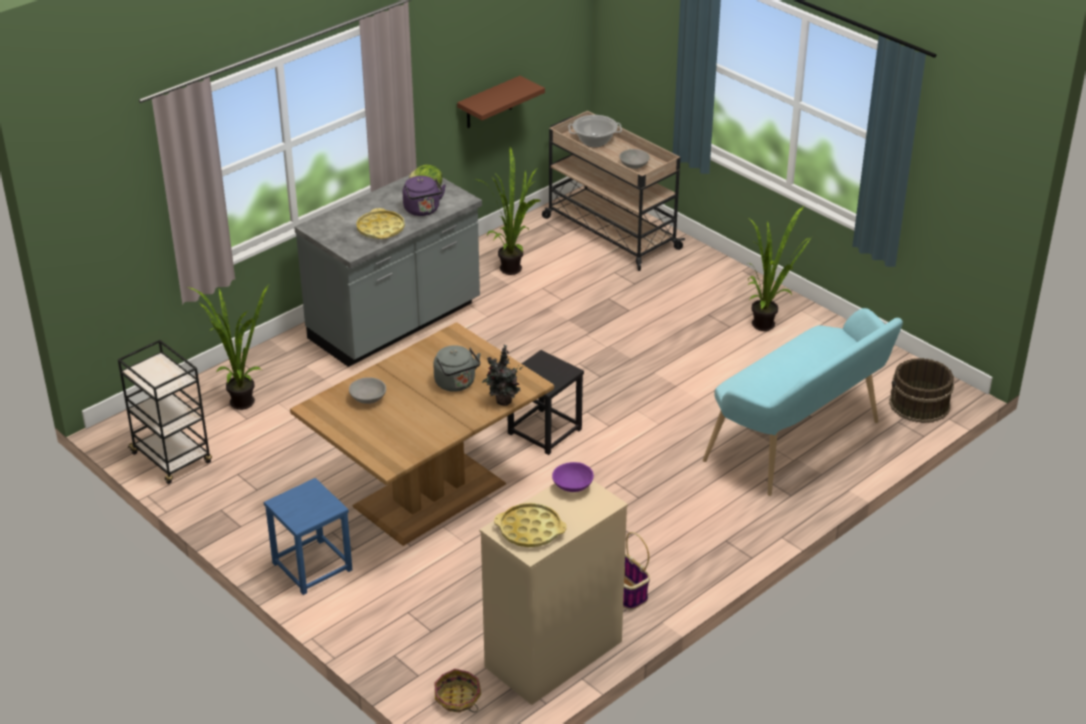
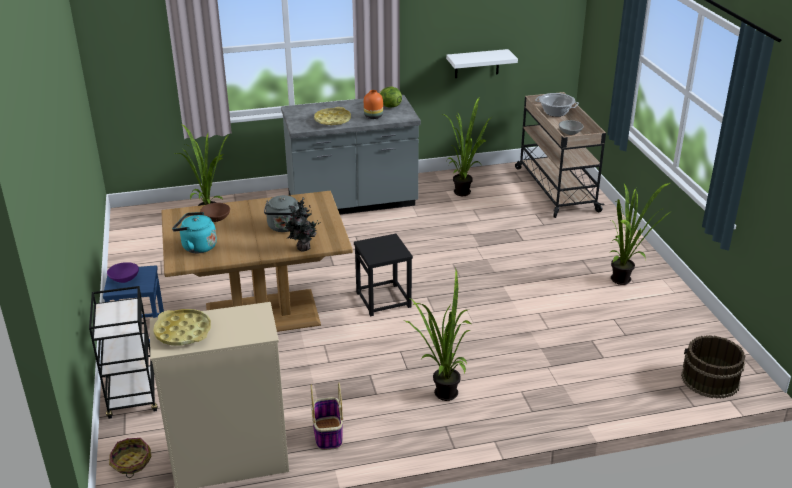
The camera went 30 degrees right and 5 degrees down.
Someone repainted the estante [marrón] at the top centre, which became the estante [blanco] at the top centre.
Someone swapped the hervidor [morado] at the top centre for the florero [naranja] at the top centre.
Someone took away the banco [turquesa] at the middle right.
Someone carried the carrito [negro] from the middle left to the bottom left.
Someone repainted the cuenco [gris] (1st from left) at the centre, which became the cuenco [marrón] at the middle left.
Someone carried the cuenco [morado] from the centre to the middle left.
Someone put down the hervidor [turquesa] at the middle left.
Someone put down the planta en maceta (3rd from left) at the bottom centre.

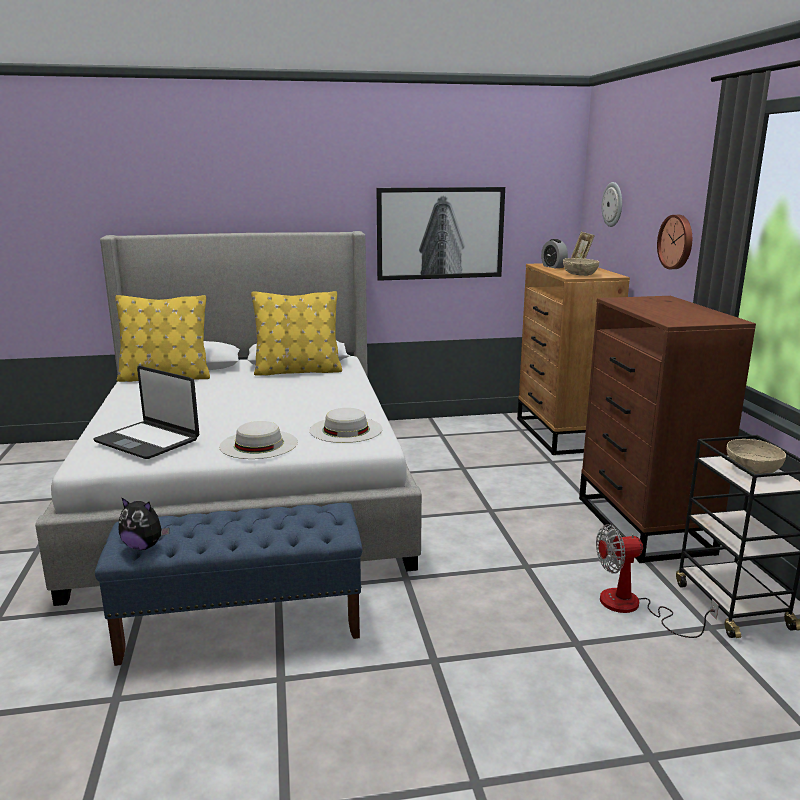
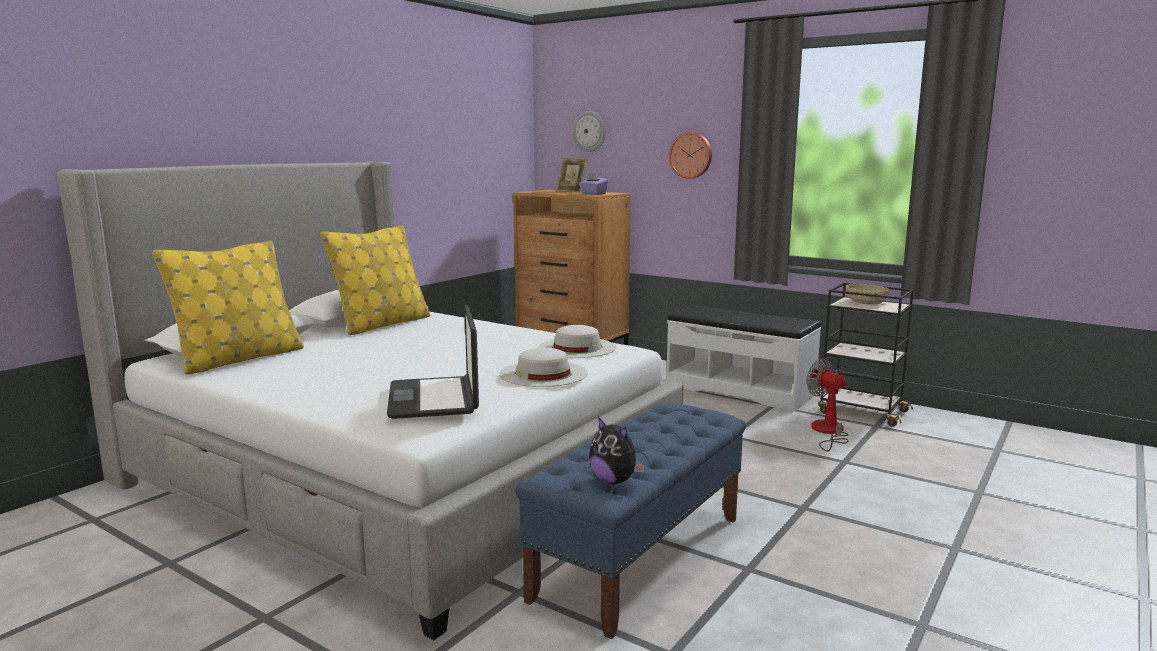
The camera went 45 degrees left and 5 degrees down.
Someone took away the cuadro at the top centre.
Someone took away the despertador at the top right.
Someone swapped the cuenco [beis] (1st from left) at the middle right for the caja de pañuelos [morado] at the top centre.
Someone swapped the cómoda [marrón] (2nd from left) at the middle right for the banco [blanco] at the centre.
Someone rotated the portátil at the middle left by 90 degrees clockwise.
Someone rotated the peluche at the middle left by 75 degrees clockwise.
Someone rotated the ventilador at the bottom right by 105 degrees clockwise.

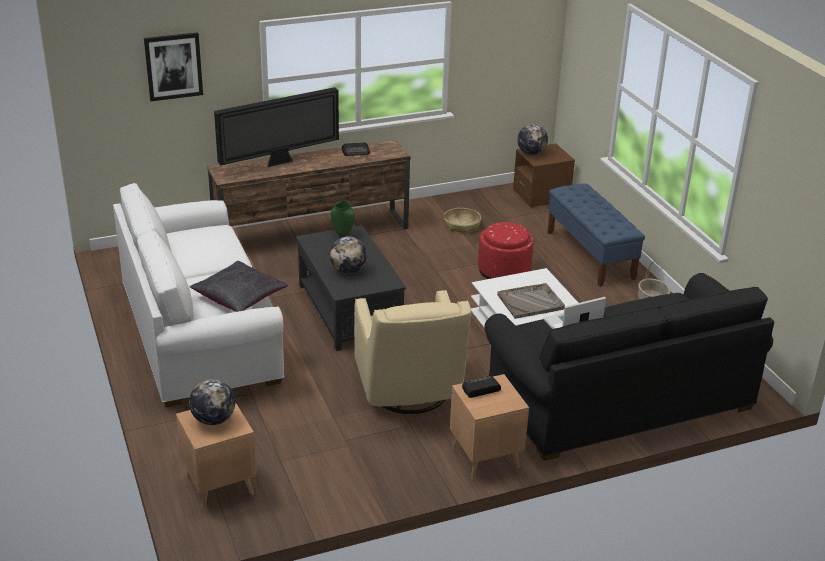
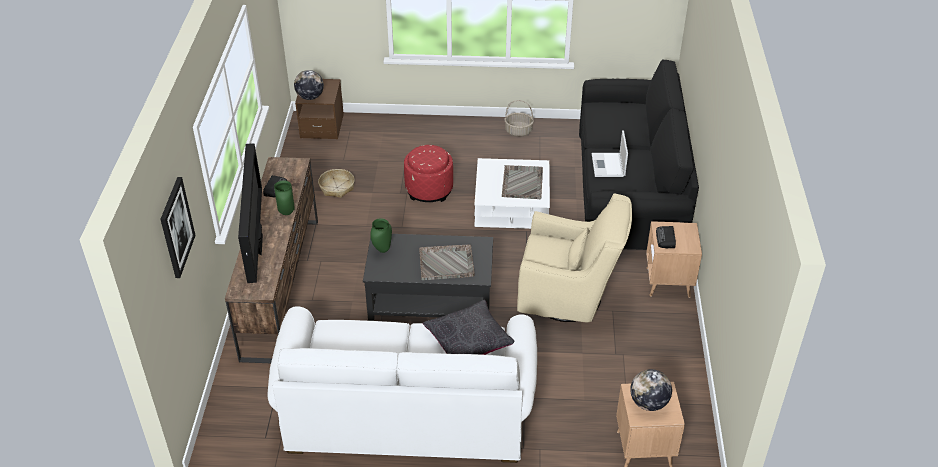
The camera went 65 degrees left and 10 degrees up.
Someone took away the banco [azul] at the middle right.
Someone swapped the globo terráqueo (2nd from left) at the centre for the bandeja [gris] (1st from left) at the centre.
Someone put down the florero [verde] (1st from left) at the middle left.

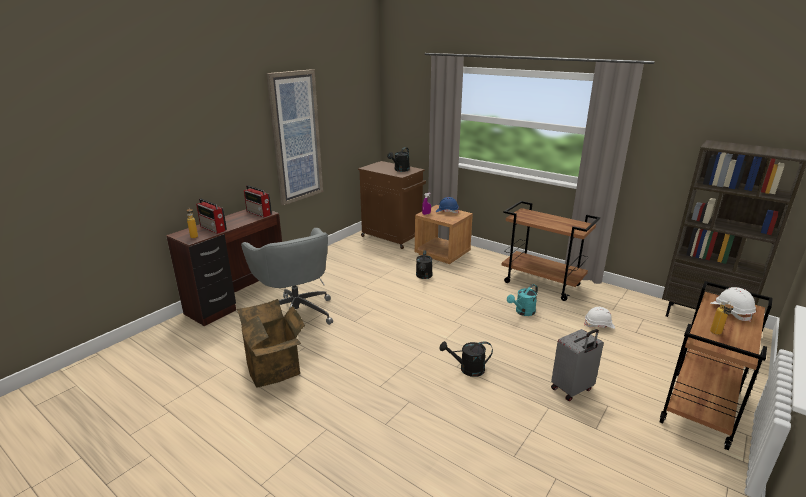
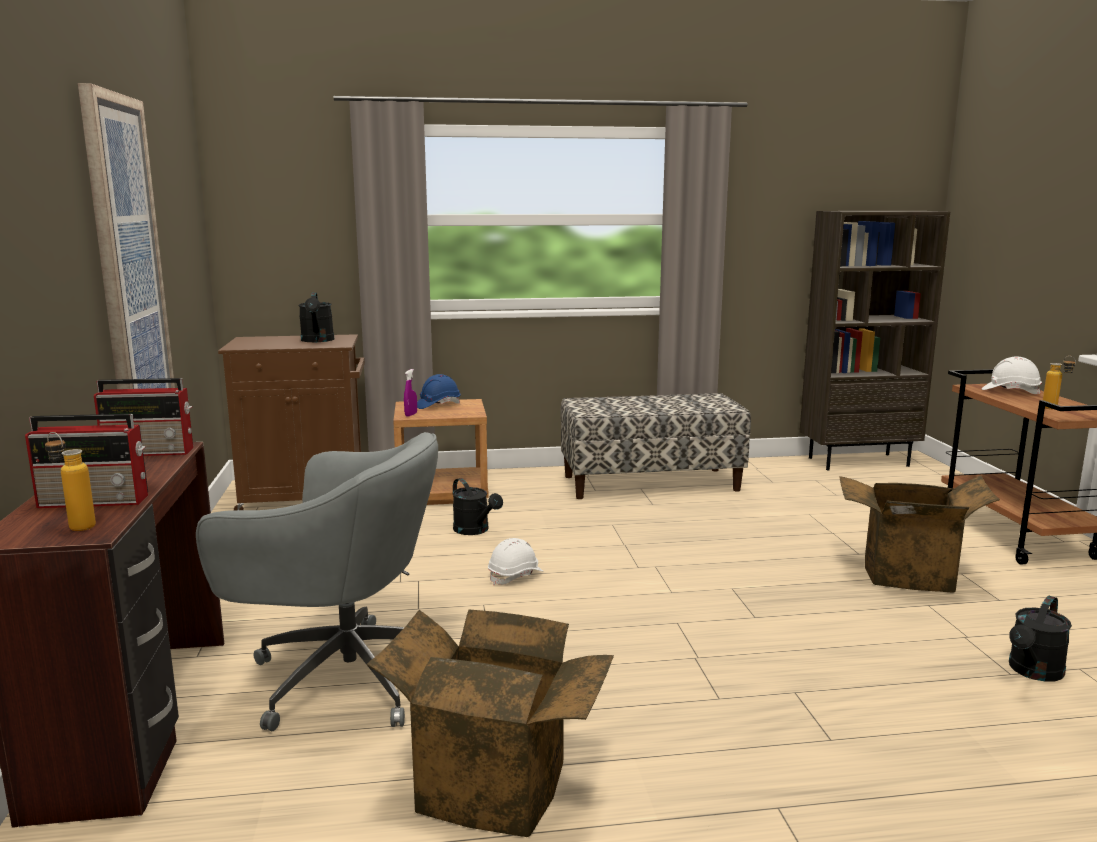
The camera went 45 degrees left and 10 degrees down.
Someone swapped the carrito [marrón] (1st from left) at the middle right for the banco at the centre.
Someone took away the regadera [turquesa] at the centre.
Someone carried the casco [blanco] (1st from left) from the middle right to the bottom centre.
Someone swapped the maleta [gris] at the bottom right for the caja de cartón (2nd from left) at the middle right.
Someone carried the regadera [negro] (3rd from left) from the bottom centre to the bottom right.

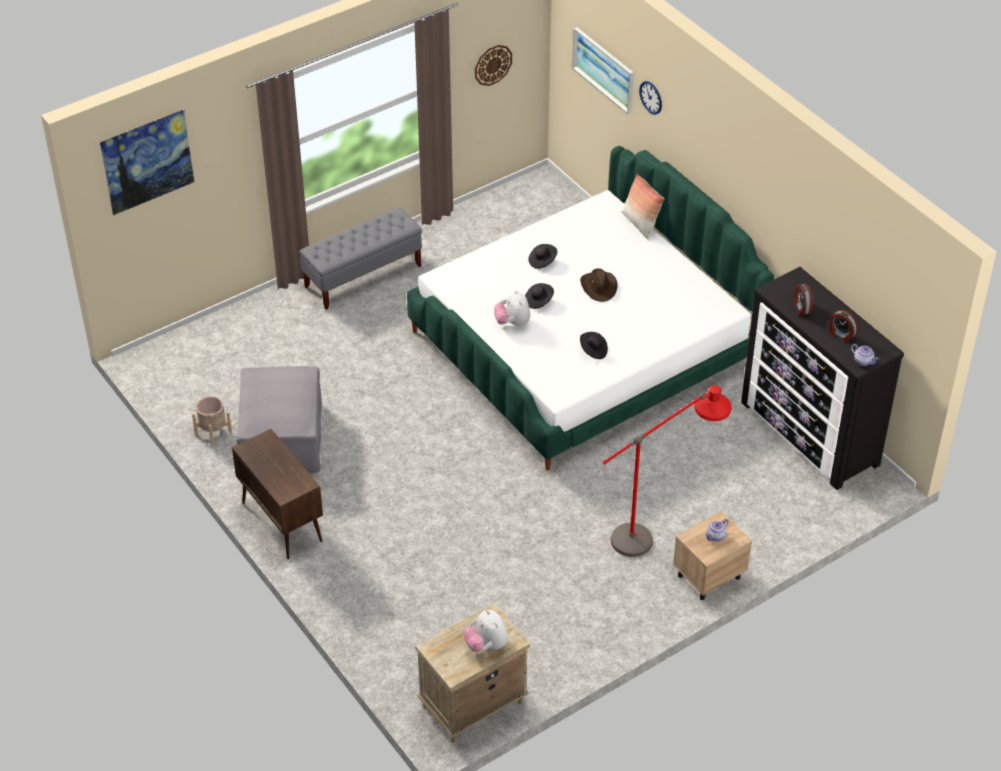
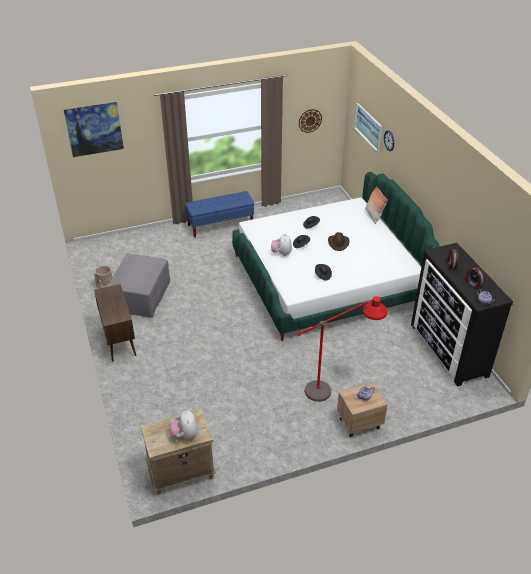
The camera went 15 degrees right and 5 degrees down.
Someone repainted the banco [gris] at the centre, which became the banco [azul] at the centre.

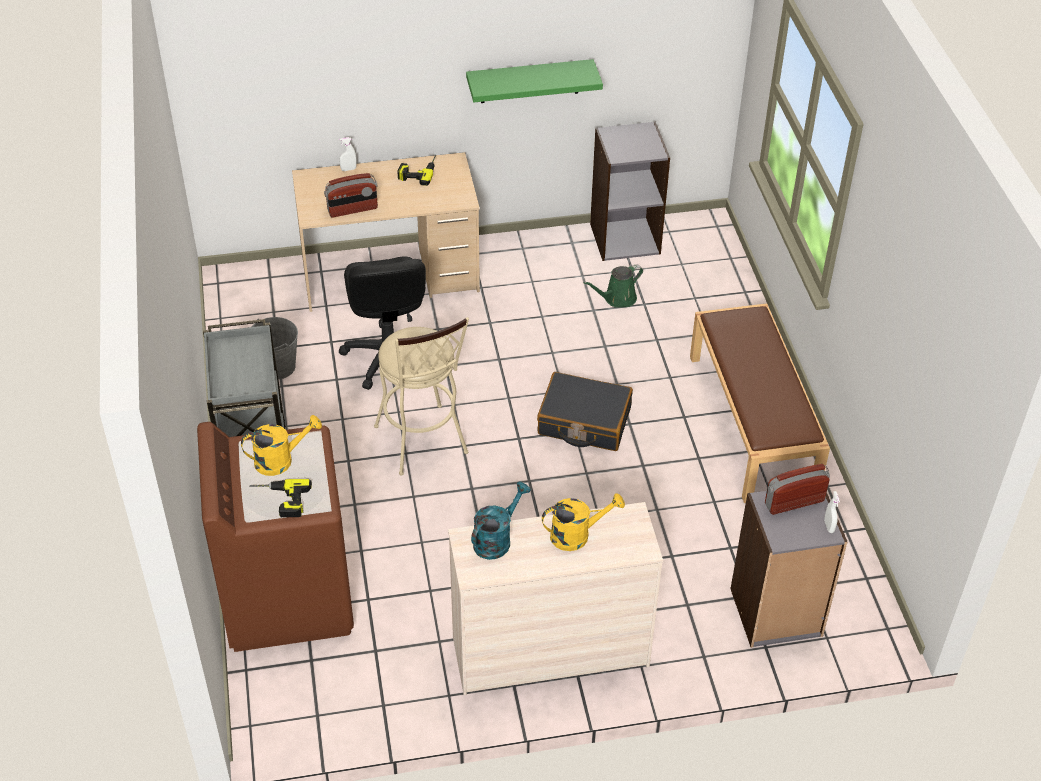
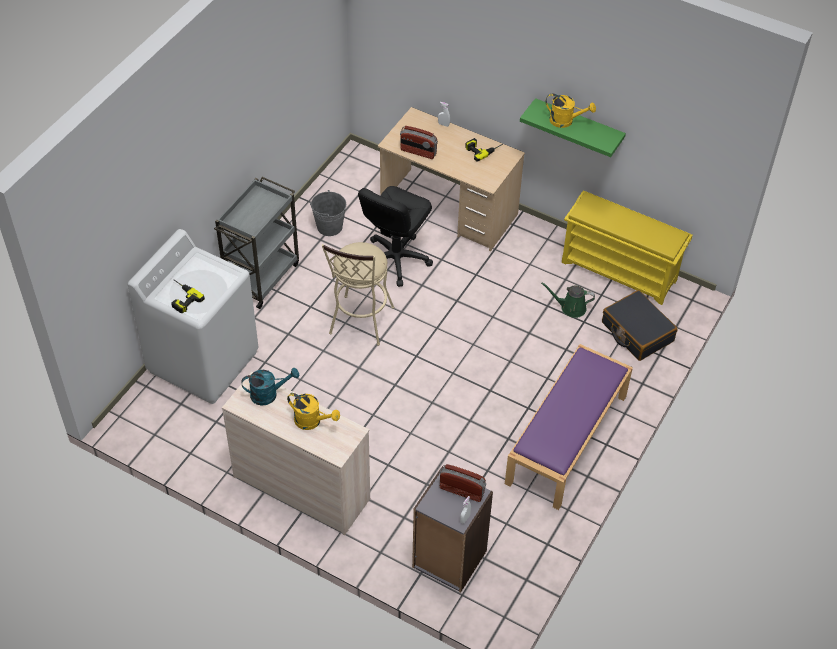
The camera went 40 degrees right and 5 degrees up.
Someone swapped the estantería [gris] (1st from left) at the top centre for the zapatero [amarillo] at the middle right.
Someone repainted the banco [marrón] at the middle right, which became the banco [morado] at the middle right.
Someone carried the maleta [negro] from the centre to the middle right.
Someone carried the regadera [amarillo] (1st from left in the first image) from the middle left to the top right.
Someone repainted the lavadora [marrón] at the bottom left, which became the lavadora [blanco] at the middle left.

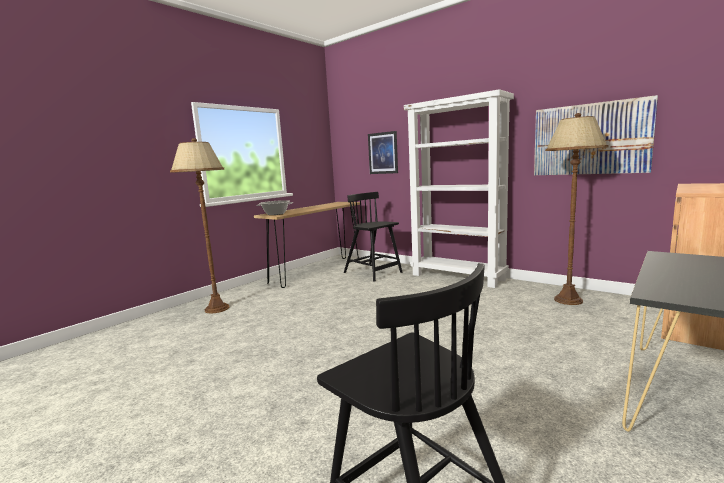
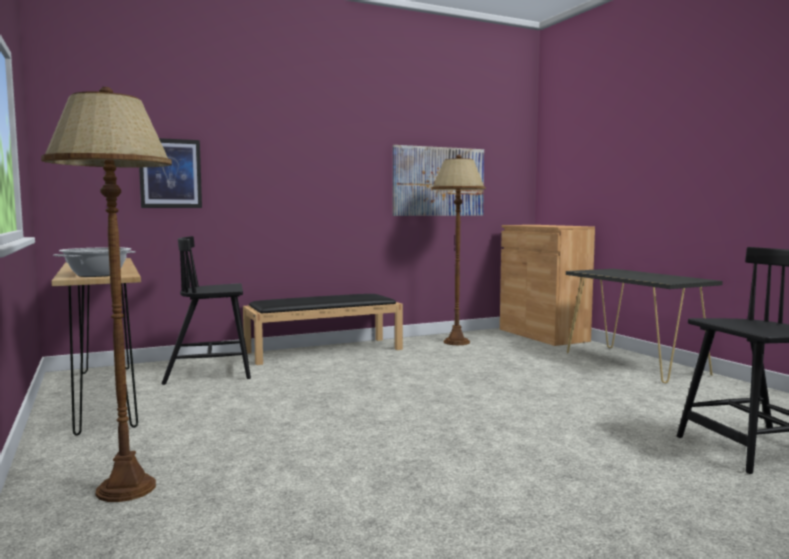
The camera went 65 degrees left and 5 degrees down.
Someone swapped the estantería [blanco] at the centre for the banco [negro] at the centre.

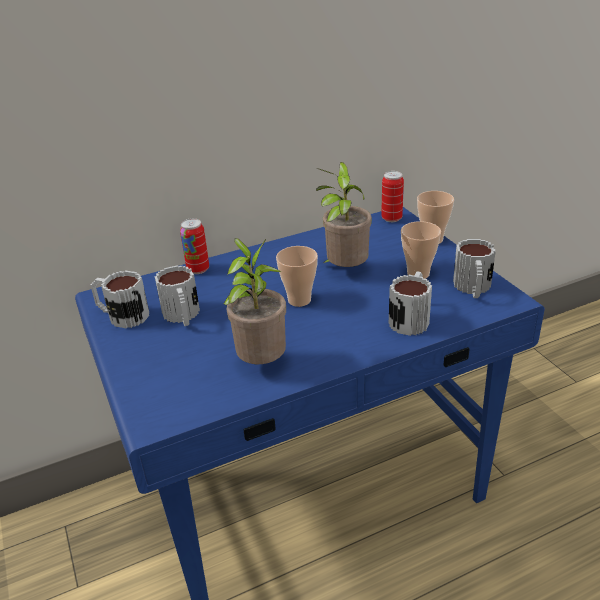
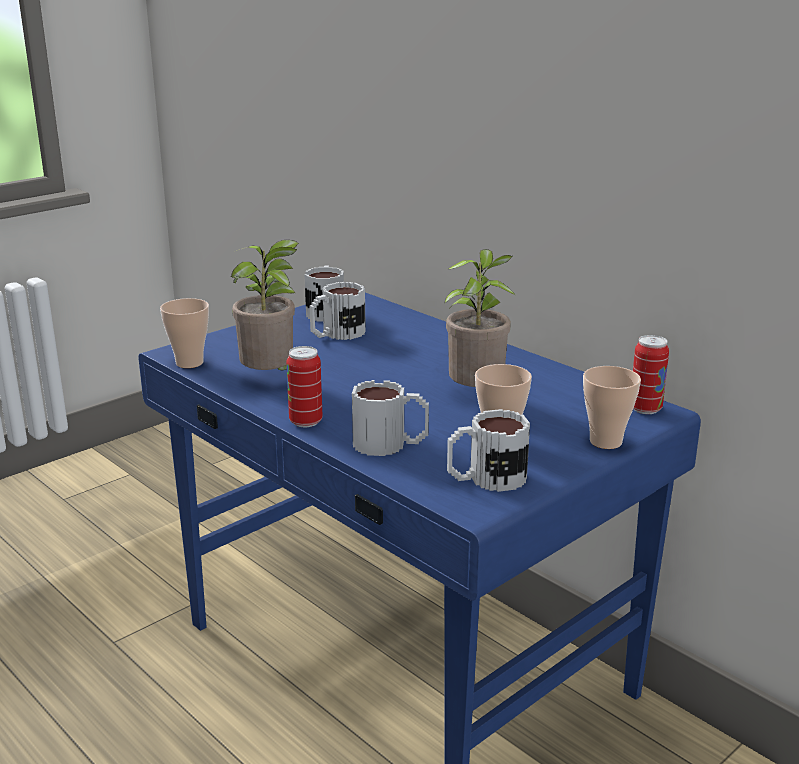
The camera went 70 degrees right and 10 degrees down.
Someone carried the lata (1st from left) from the middle left to the centre.
Someone carried the taza (1st from left) from the centre to the middle left.

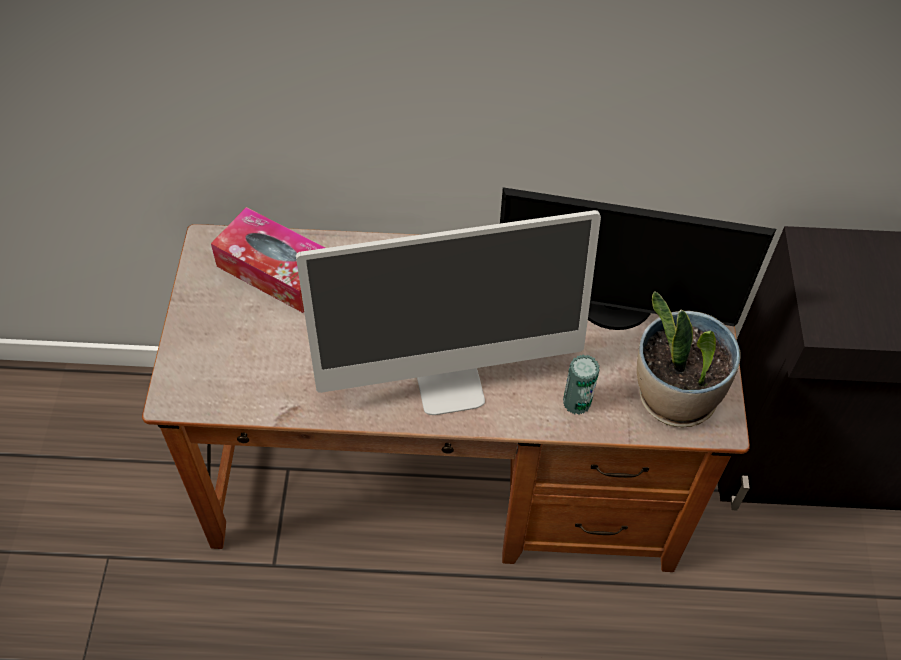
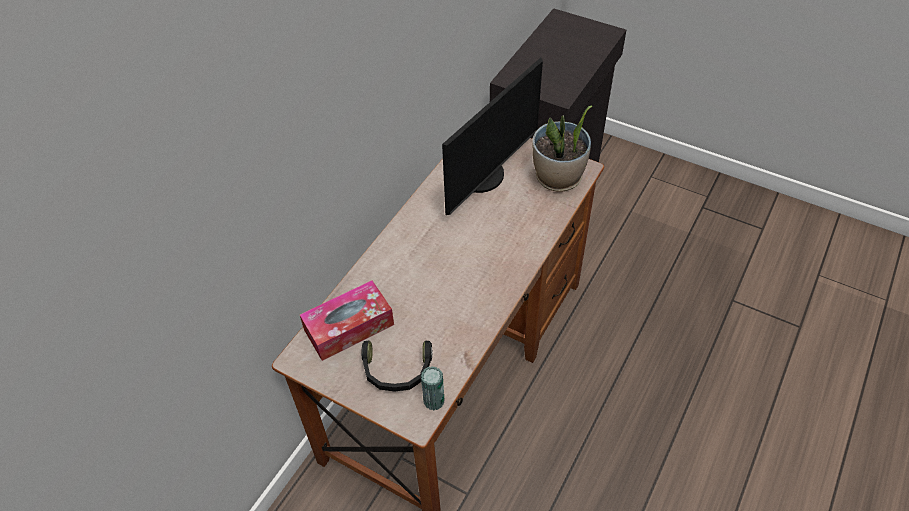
The camera went 60 degrees left and 5 degrees down.
Someone took away the monitor (1st from left) at the centre.
Someone carried the lata from the centre to the bottom centre.
Someone put down the auriculares [negro] at the bottom centre.

